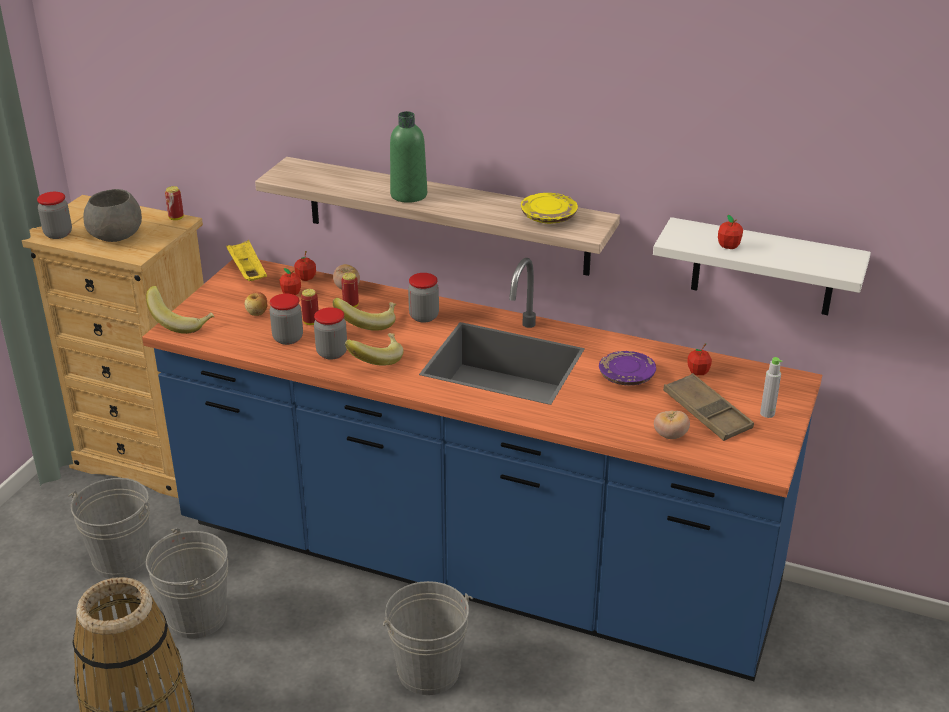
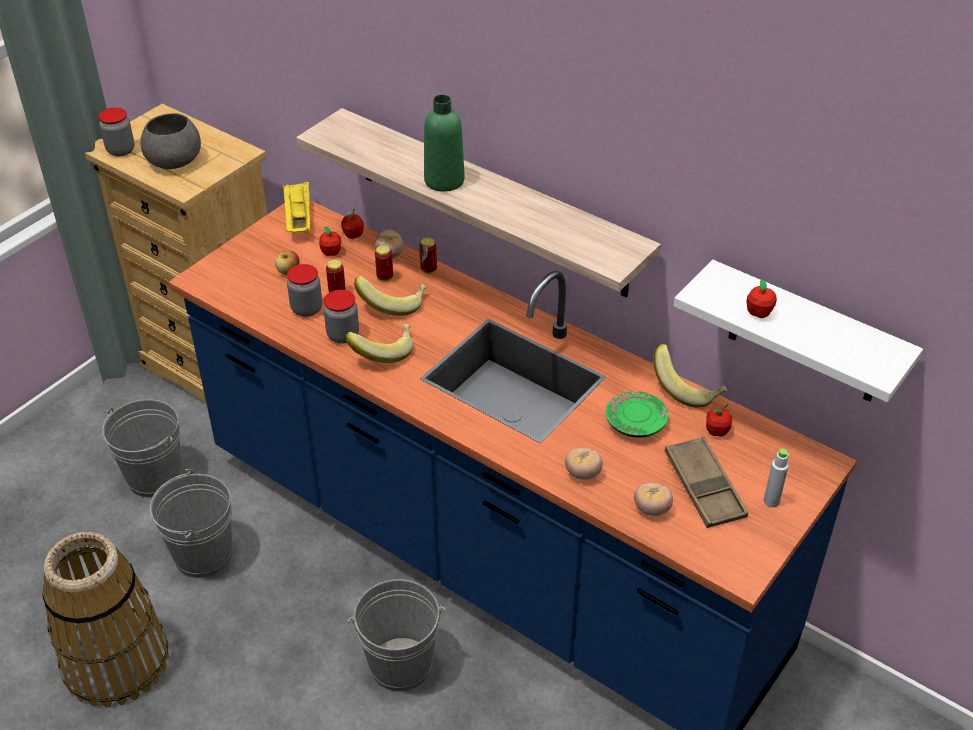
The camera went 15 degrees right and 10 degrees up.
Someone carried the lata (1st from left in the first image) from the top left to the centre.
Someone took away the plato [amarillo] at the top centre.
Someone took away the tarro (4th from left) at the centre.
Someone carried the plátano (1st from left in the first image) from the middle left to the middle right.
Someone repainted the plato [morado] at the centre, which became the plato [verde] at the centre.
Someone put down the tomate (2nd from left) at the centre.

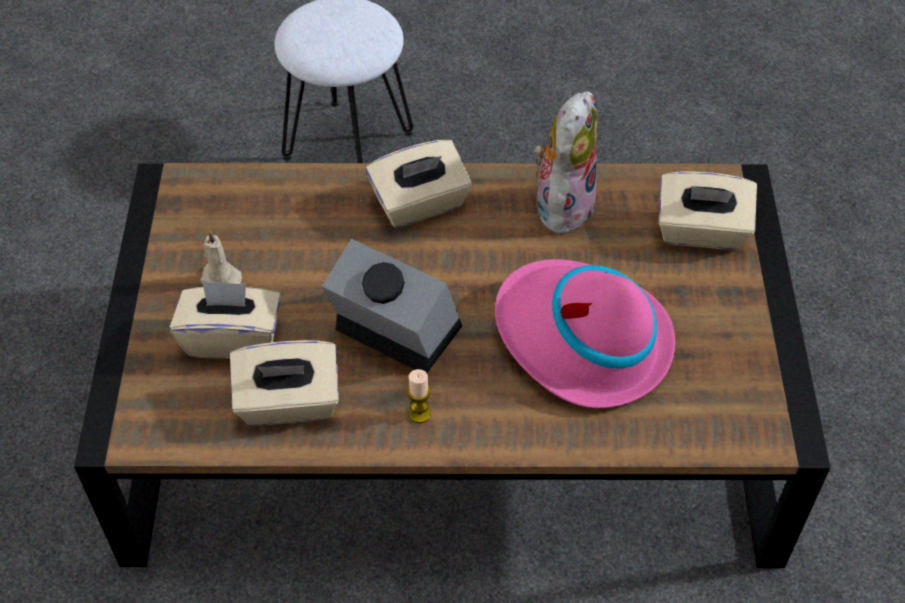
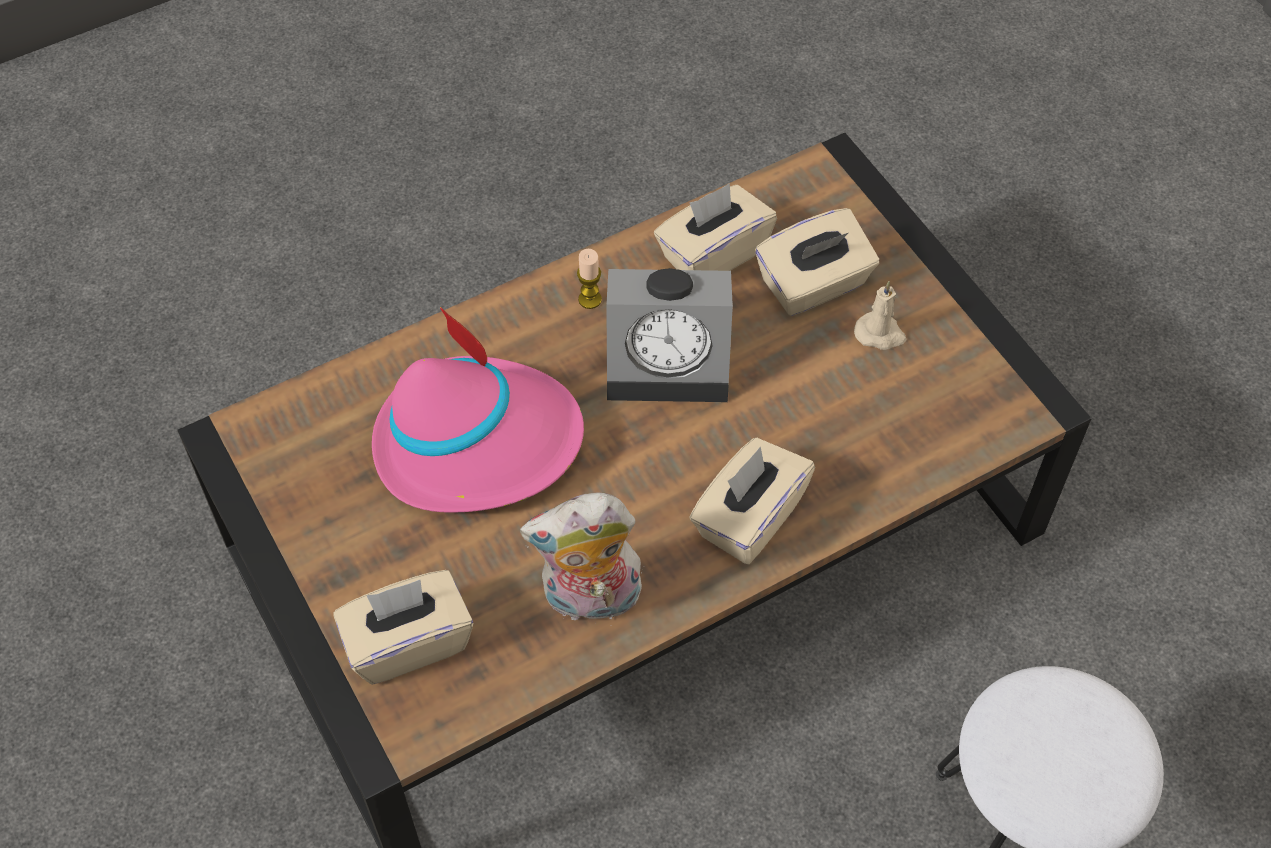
The camera went 150 degrees right and 5 degrees up.
Someone rotated the peluche at the top centre by 90 degrees clockwise.

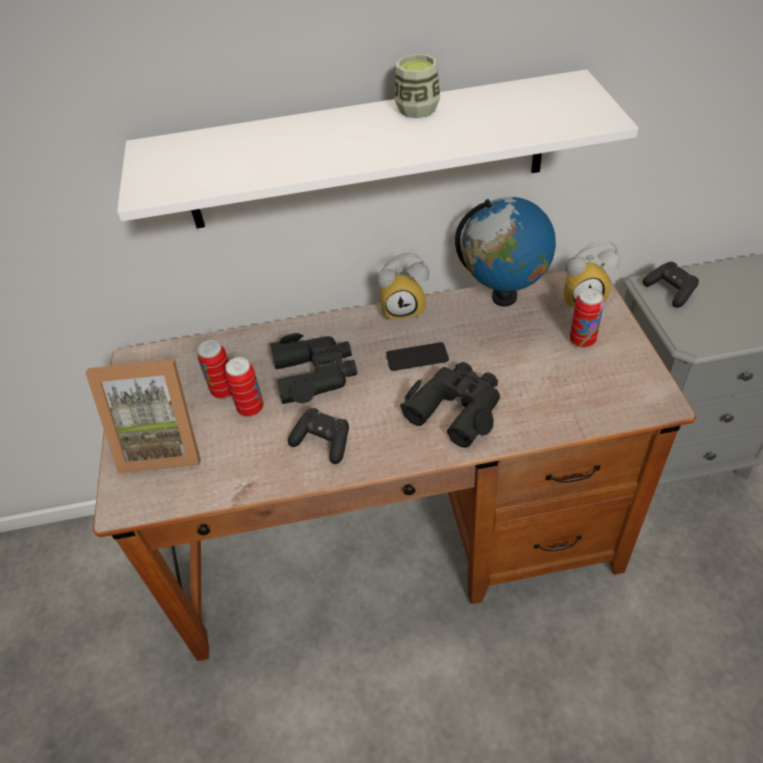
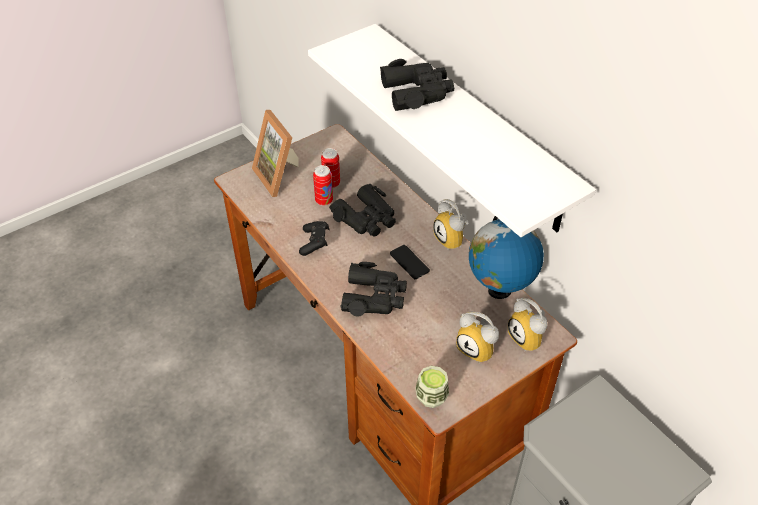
The camera went 60 degrees right and 0 degrees up.
Someone carried the taza from the top centre to the bottom centre.
Someone took away the mando de consola [negro] (2nd from left) at the middle right.
Someone swapped the lata (3rd from left) at the middle right for the despertador (2nd from left) at the bottom centre.
Someone put down the prismáticos [negro] (3rd from left) at the top centre.

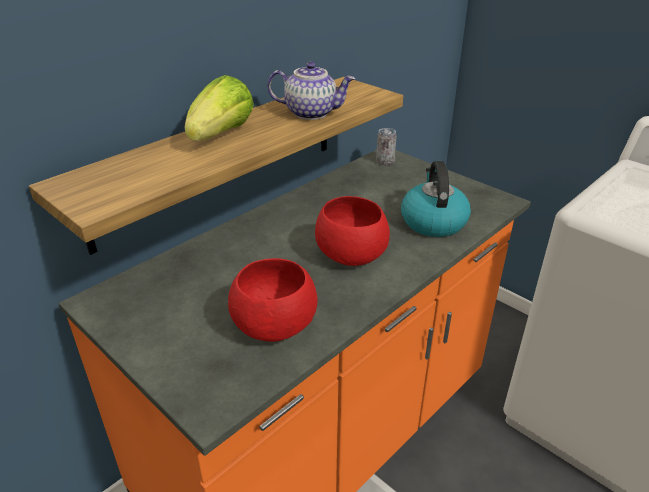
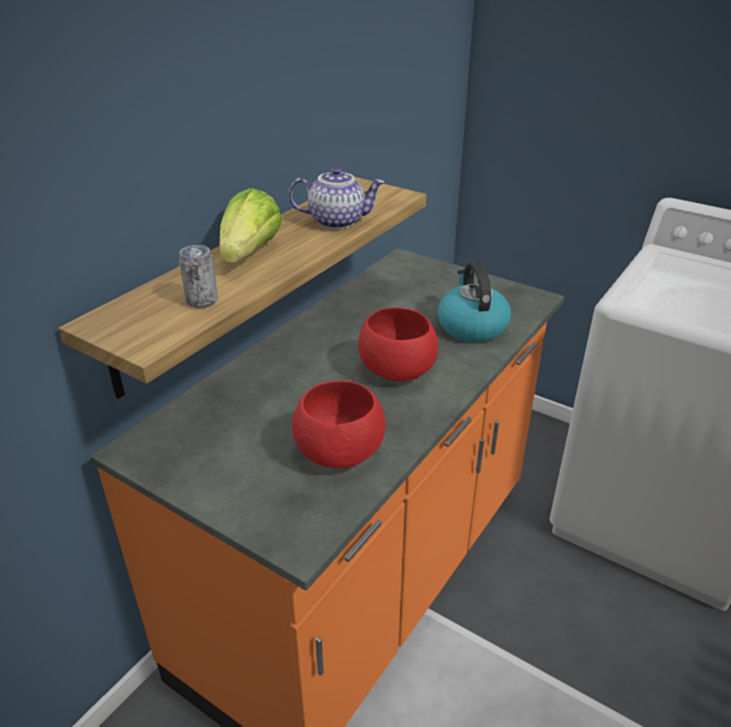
The camera went 10 degrees left and 0 degrees up.
Someone carried the lata from the top centre to the middle left.

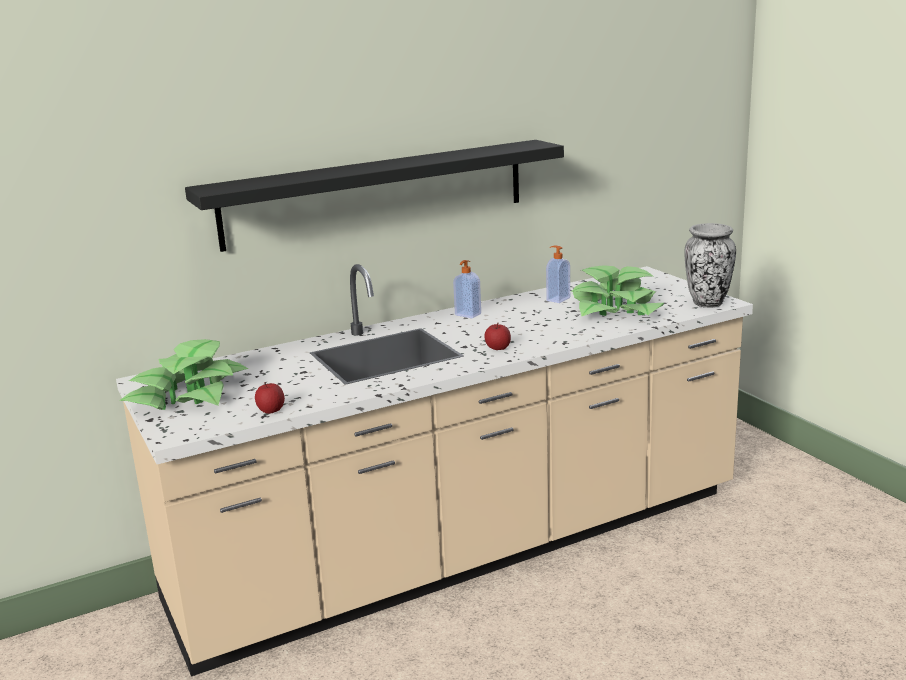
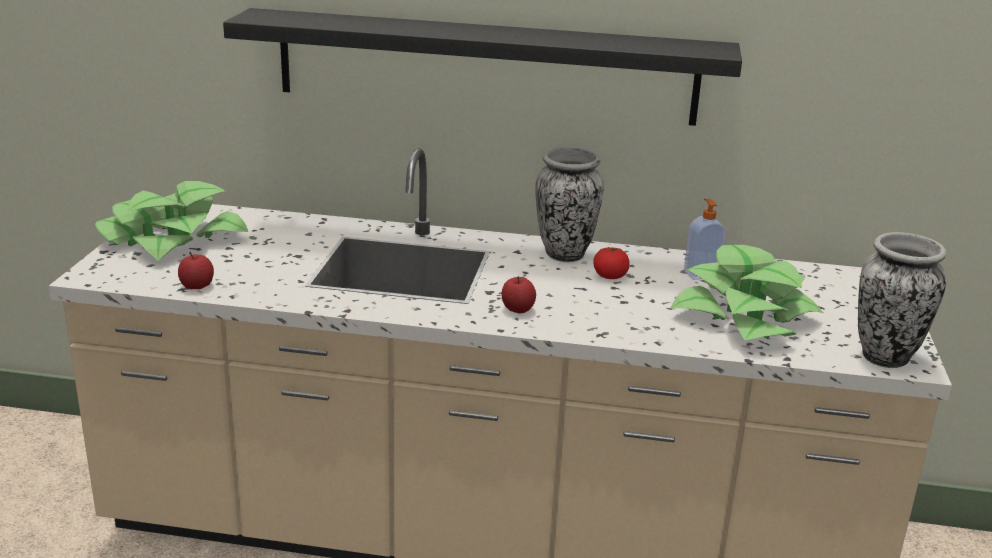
The camera went 35 degrees right and 5 degrees up.
Someone swapped the dispensador de jabón (1st from left) at the centre for the florero (1st from left) at the centre.
Someone put down the tomate at the centre.

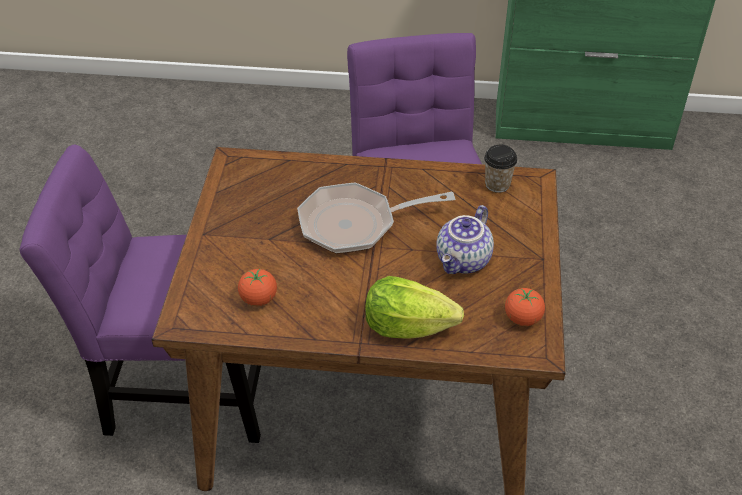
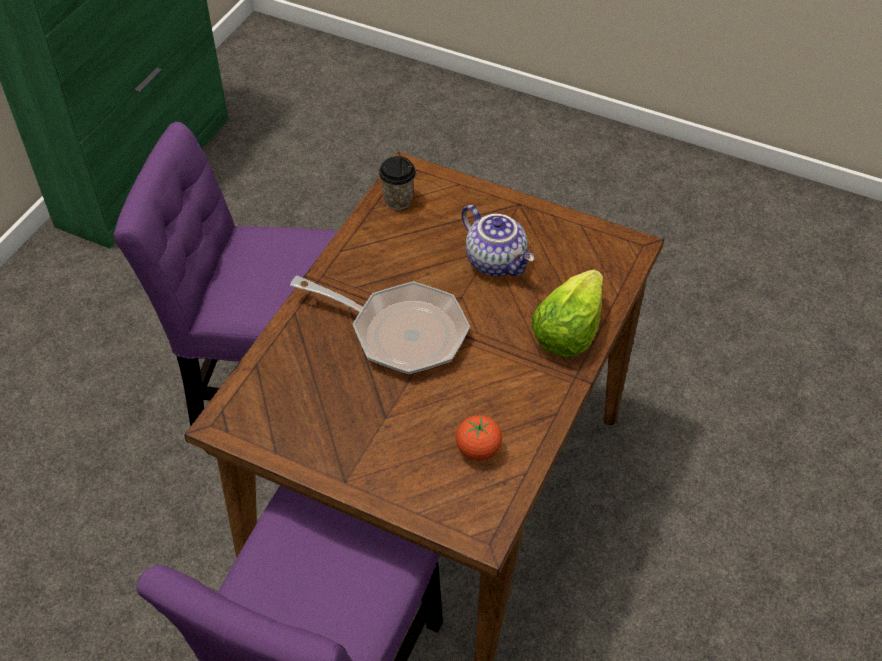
The camera went 70 degrees left and 5 degrees up.
Someone rotated the sartén at the centre by 75 degrees counterclockwise.
Someone took away the tomate (2nd from left) at the middle right.

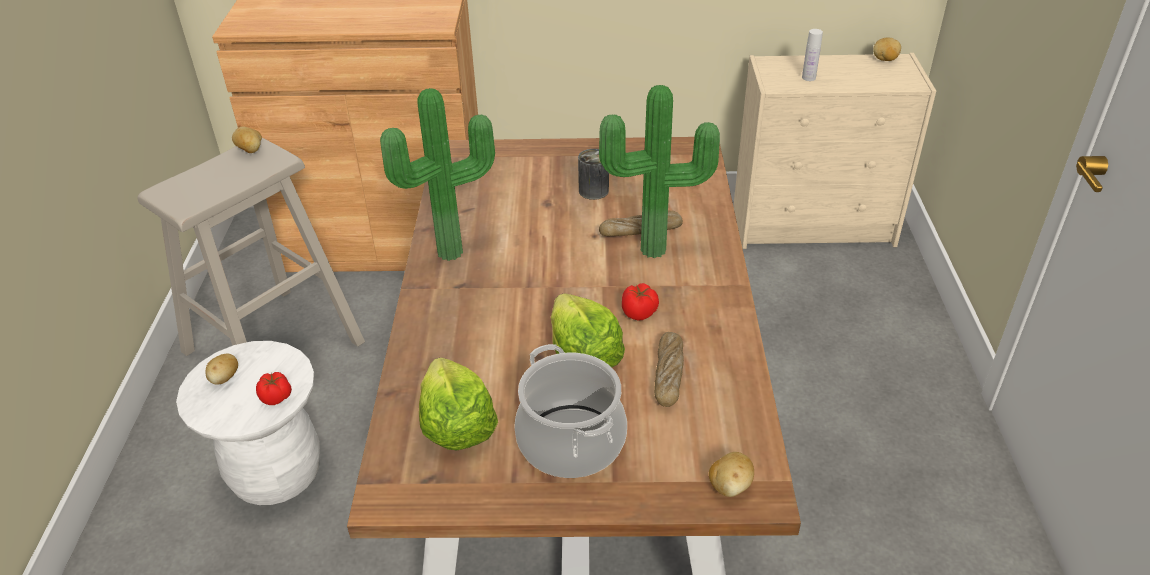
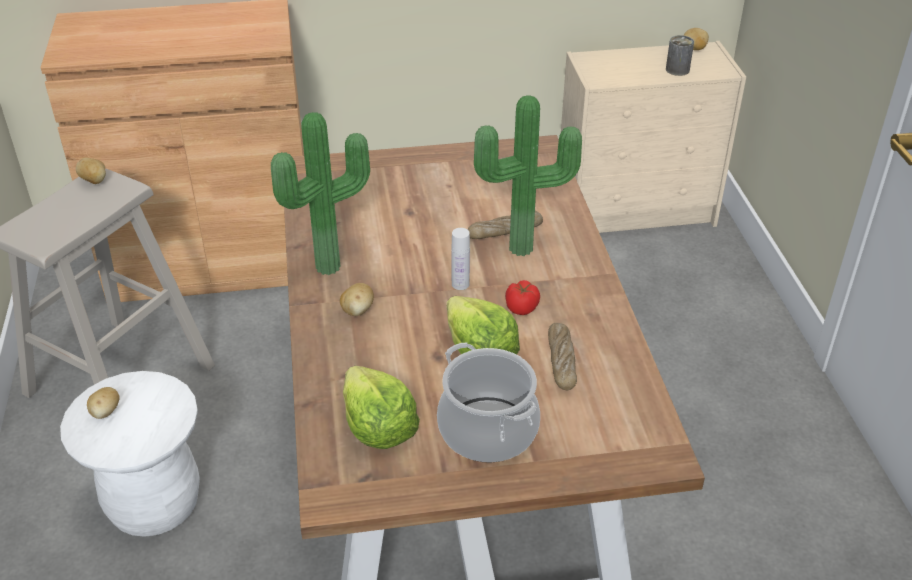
The camera went 10 degrees left and 0 degrees up.
Someone carried the botella [blanco] from the top right to the centre.
Someone carried the lata from the top centre to the top right.
Someone took away the tomate (1st from left) at the bottom left.
Someone carried the patata (3rd from left) from the bottom centre to the centre.

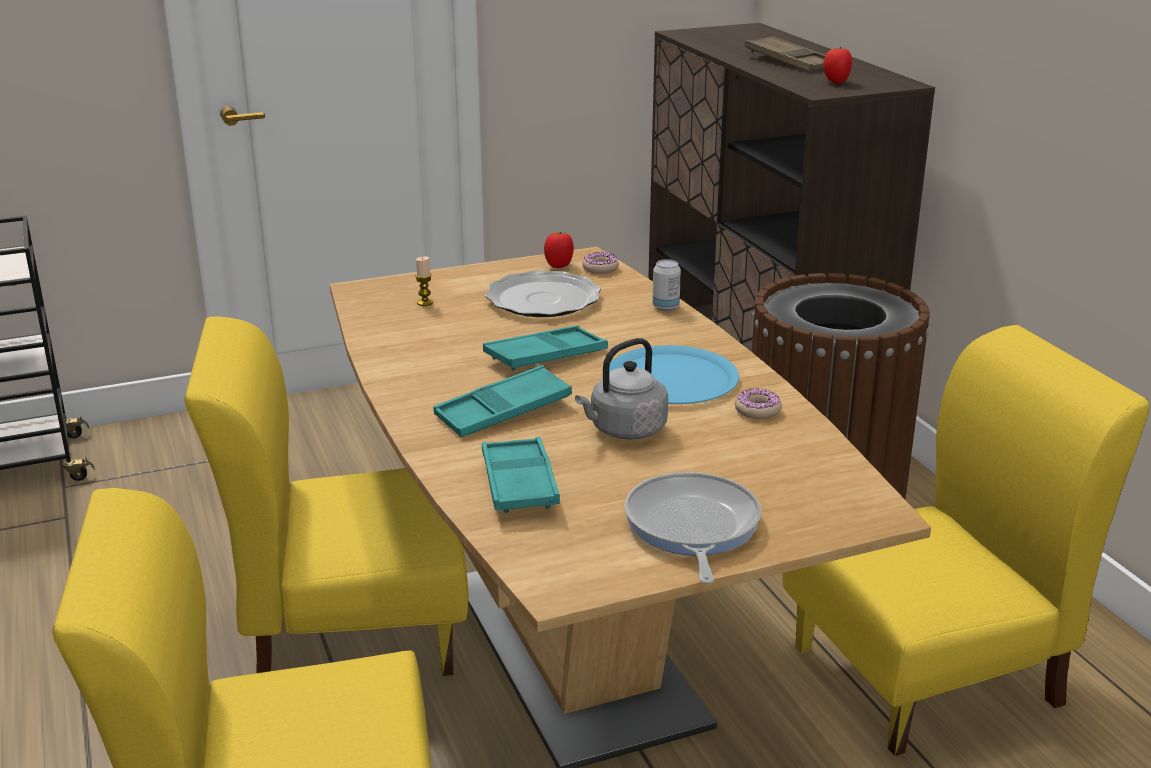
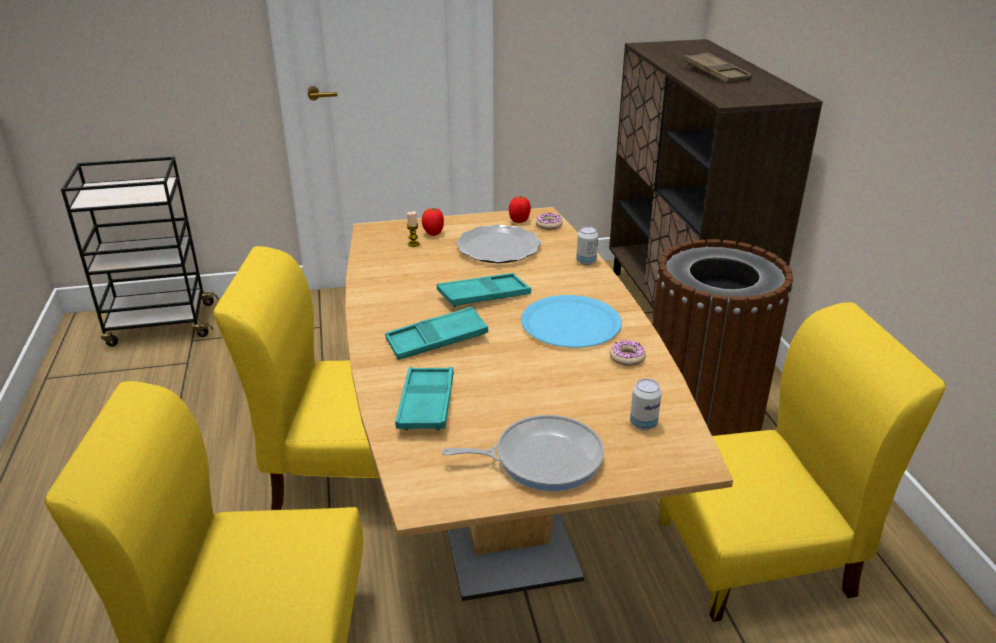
The camera went 10 degrees right and 5 degrees up.
Someone carried the tomate (2nd from left in the first image) from the top right to the centre.
Someone took away the hervidor [gris] at the centre.
Someone rotated the sartén at the bottom centre by 75 degrees clockwise.
Someone put down the lata (2nd from left) at the centre.

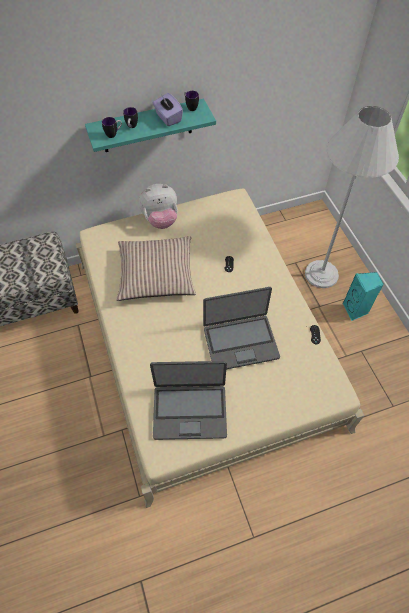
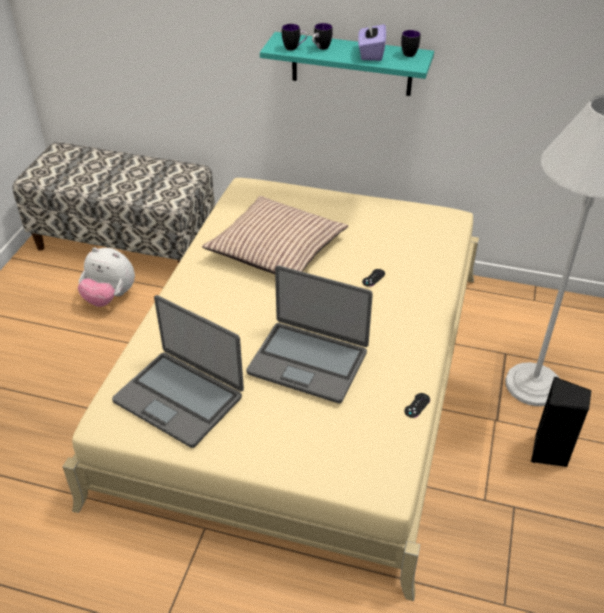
The camera went 35 degrees right and 15 degrees down.
Someone carried the peluche from the centre to the middle left.
Someone repainted the altavoz [turquesa] at the middle right, which became the altavoz [negro] at the bottom right.

